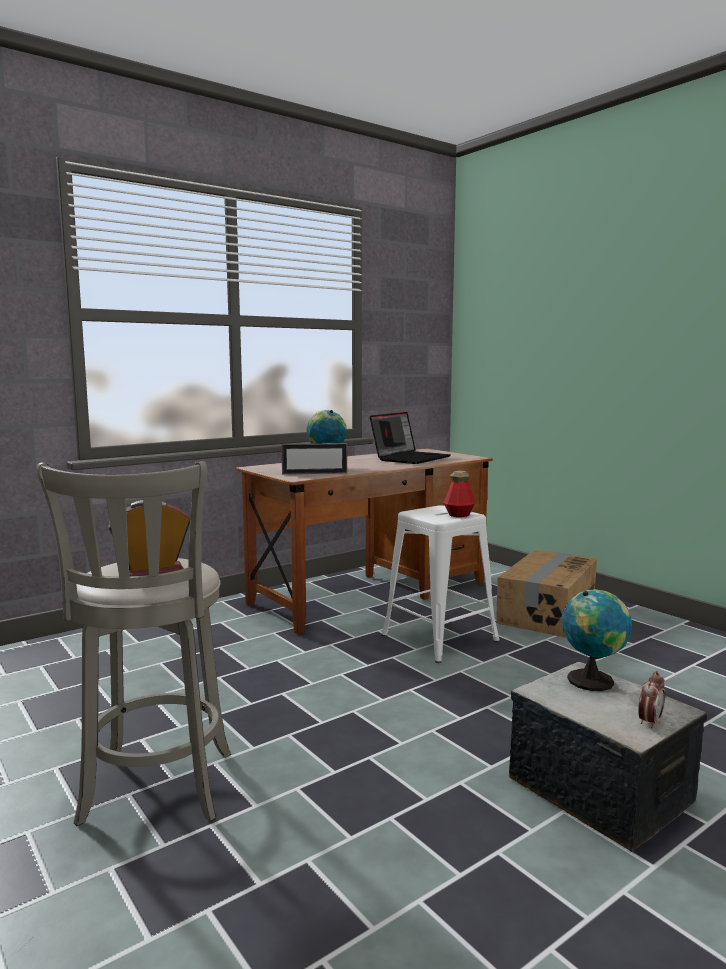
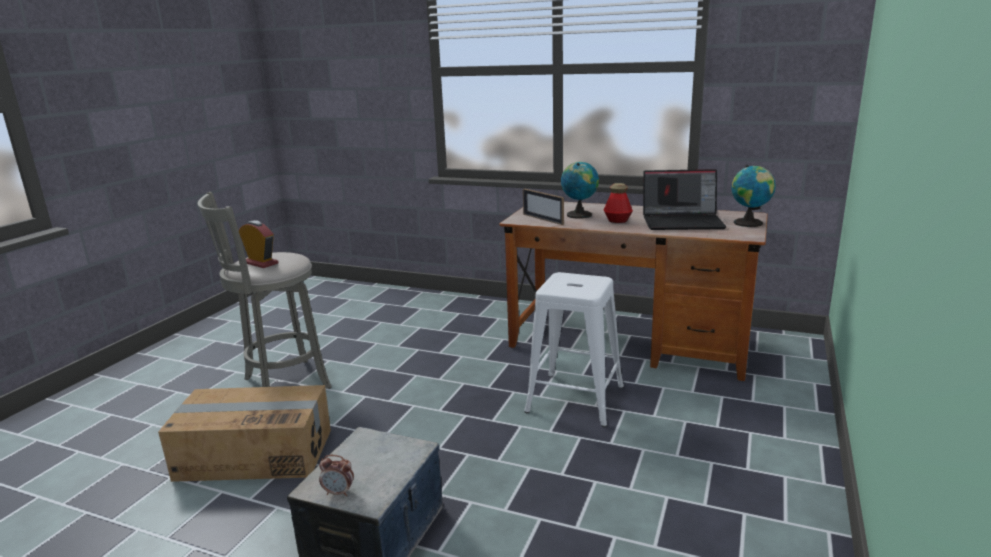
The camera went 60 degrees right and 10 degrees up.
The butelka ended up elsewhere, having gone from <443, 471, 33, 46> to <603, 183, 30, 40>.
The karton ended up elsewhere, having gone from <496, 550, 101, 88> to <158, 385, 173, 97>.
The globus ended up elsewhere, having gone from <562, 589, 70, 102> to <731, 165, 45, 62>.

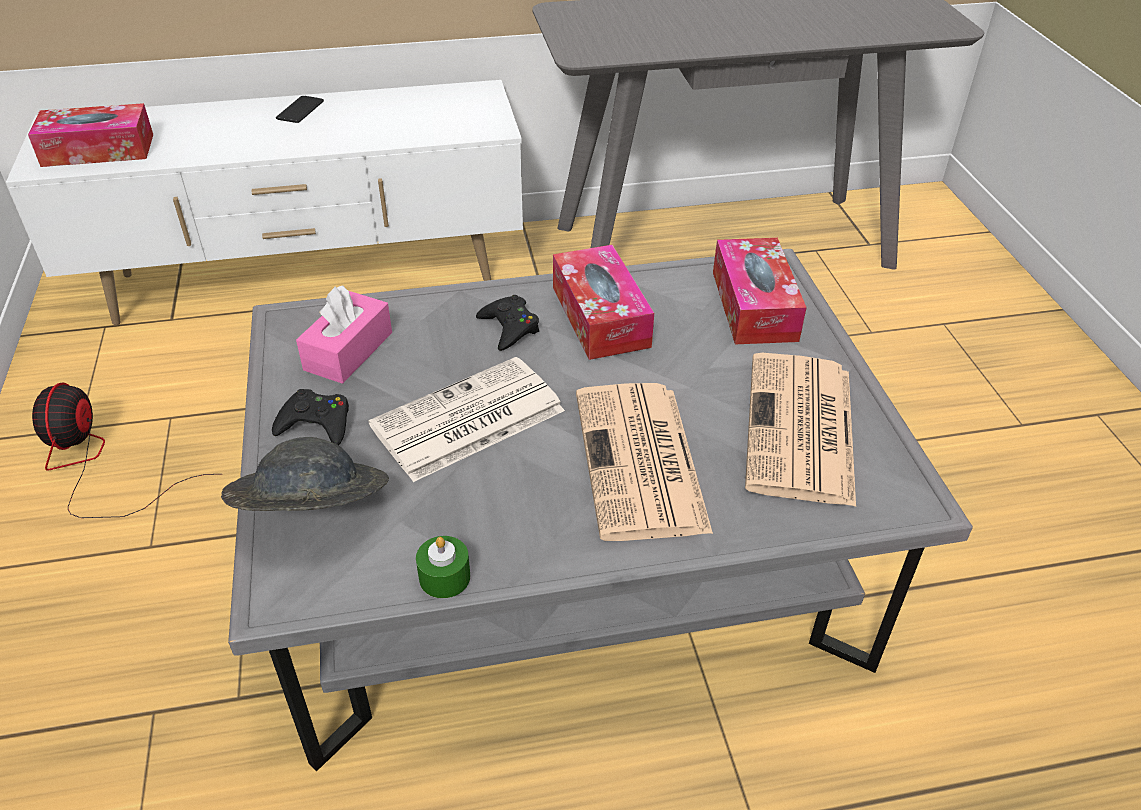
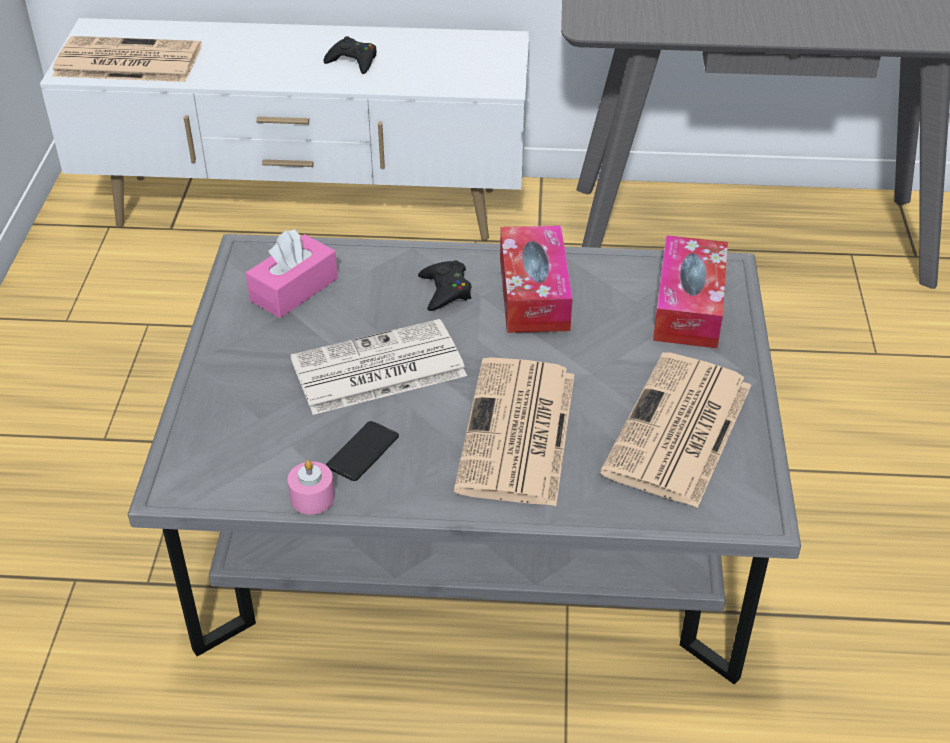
The camera went 15 degrees right and 0 degrees up.
The telefon ended up elsewhere, having gone from <276, 96, 48, 27> to <326, 421, 73, 60>.
Where the pudełko chusteczek stood at <28, 103, 125, 64>, the gazeta came to stand at <52, 36, 150, 46>.
The second view lost the wentylator at <32, 383, 186, 135>.
The pad do gier (czarny) ended up elsewhere, having gone from <272, 389, 77, 56> to <324, 36, 52, 38>.
The second view lost the kapelusz (szary) at <221, 437, 168, 74>.
What was the świeca (zielony) at <416, 536, 54, 62> turned into the świeca (różowy) at <288, 460, 47, 54>.

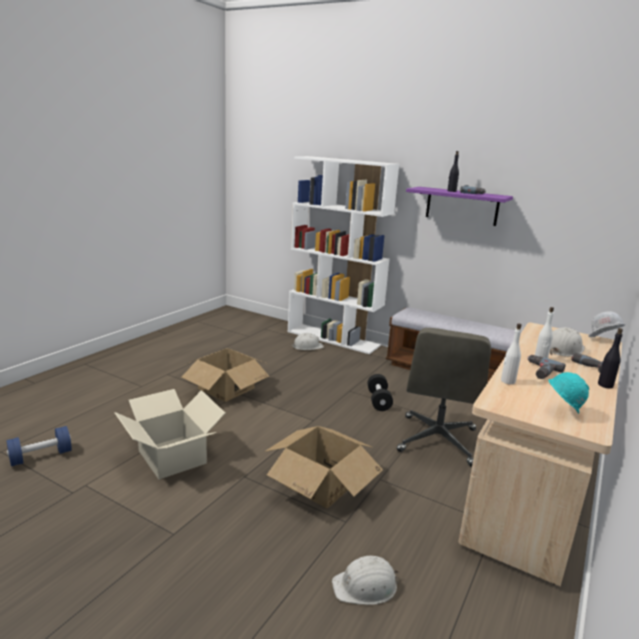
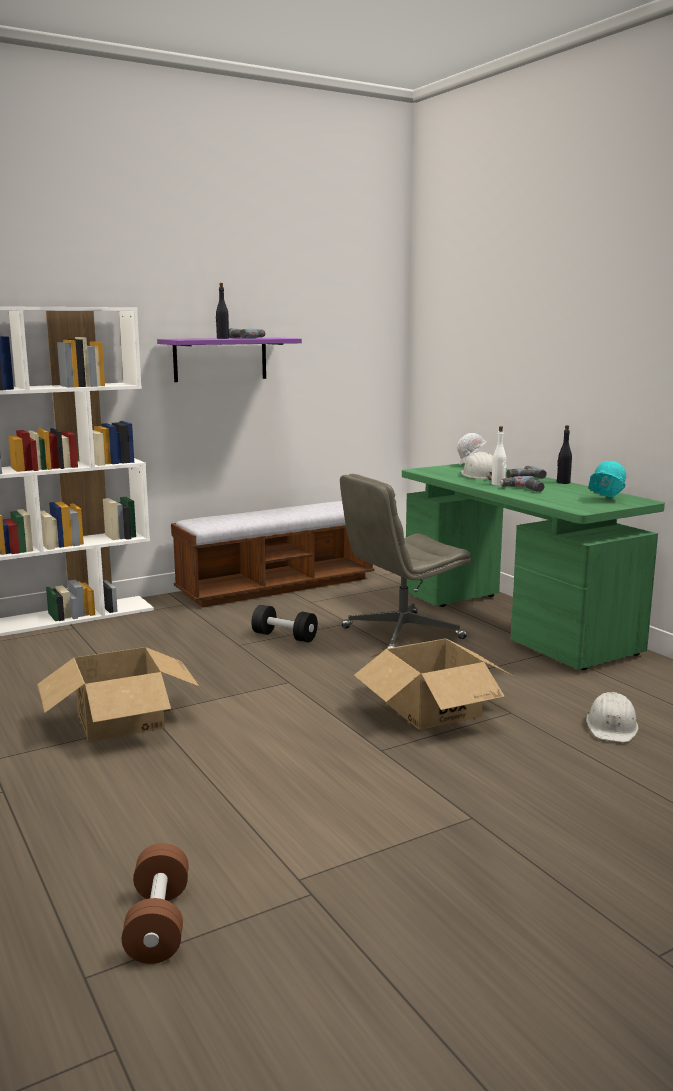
The camera went 60 degrees left and 5 degrees down.
What was the biurko (beżowy) at <458, 322, 164, 265> turned into the biurko (zielony) at <402, 463, 263, 207>.
The second view lost the butelka (biały) at <501, 323, 21, 62>.
The krzesło biurowe (szary) at <397, 328, 94, 139> ended up facing another way, 105 degrees clockwise from before.
The second view lost the kask (biały) at <292, 333, 32, 17>.
The second view lost the karton at <114, 389, 111, 91>.
What was the hantel (niebieski) at <6, 426, 66, 40> turned into the hantel (brązowy) at <122, 843, 67, 121>.

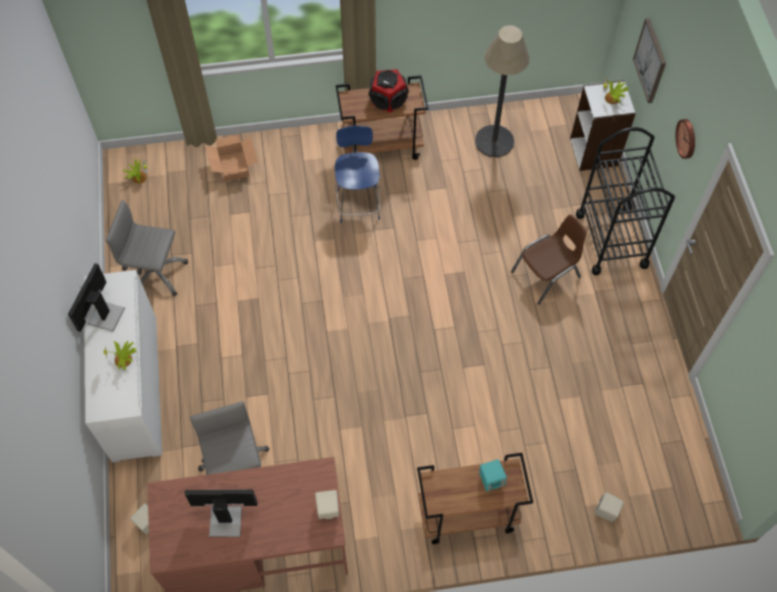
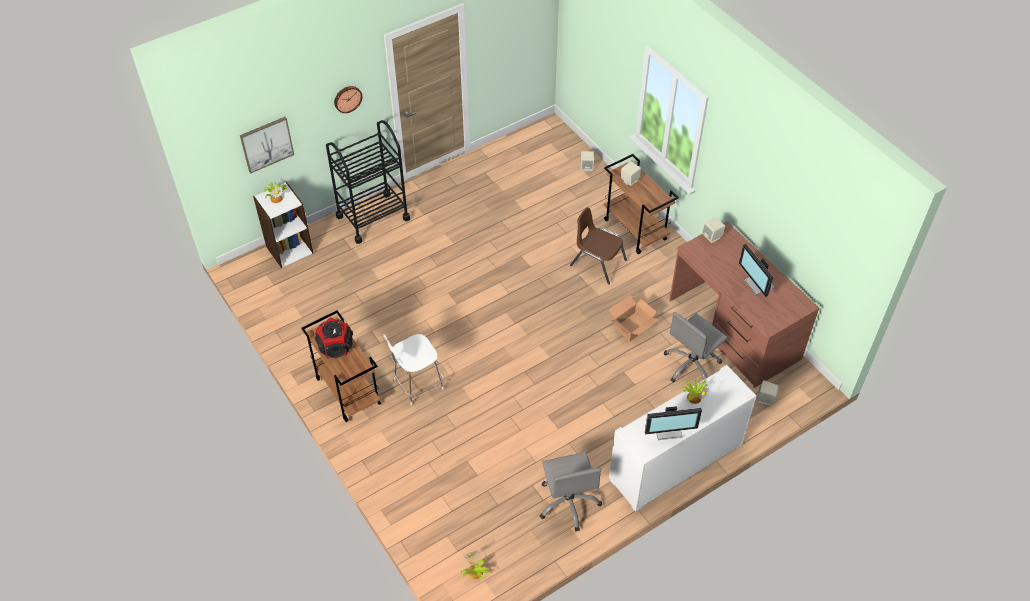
The camera went 115 degrees left and 10 degrees down.
The second view lost the lampa stojąca at <475, 25, 55, 132>.
What was the krzesło (niebieski) at <335, 126, 45, 97> turned into the krzesło (biały) at <383, 334, 61, 71>.
The karton ended up elsewhere, having gone from <206, 135, 52, 47> to <609, 295, 50, 46>.
The krzesło (brązowy) ended up elsewhere, having gone from <511, 214, 76, 91> to <570, 207, 57, 78>.
What was the głośnik (turkusowy) at <479, 459, 28, 32> turned into the głośnik (beżowy) at <621, 161, 20, 25>.

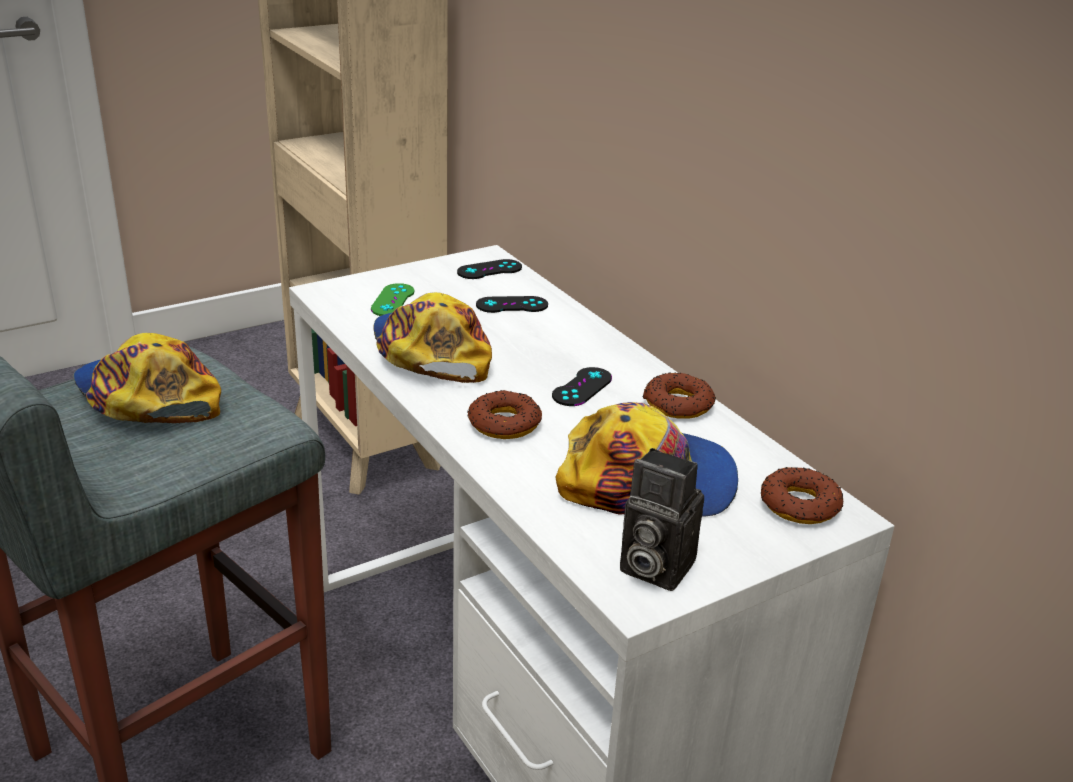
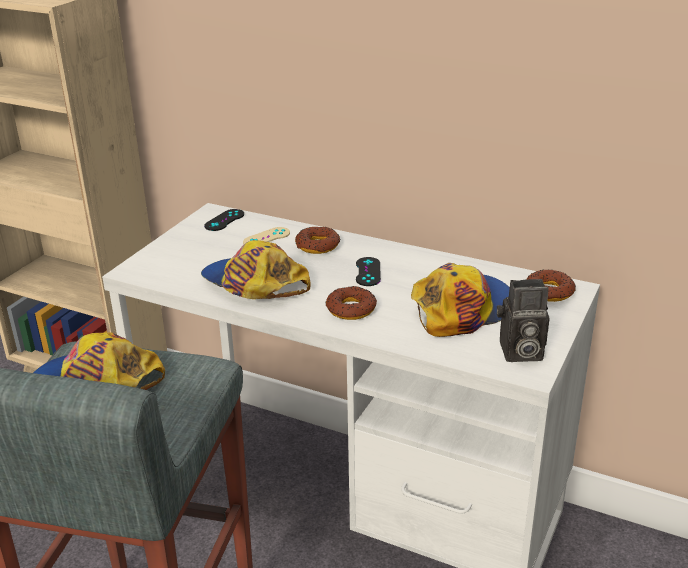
The camera went 30 degrees left and 0 degrees up.
The second view lost the pad do gier (zielony) at <371, 283, 43, 33>.
What was the pad do gier (czarny) at <476, 296, 72, 17> turned into the pad do gier (beżowy) at <243, 227, 47, 17>.
The donut ended up elsewhere, having gone from <642, 373, 74, 46> to <295, 227, 45, 27>.

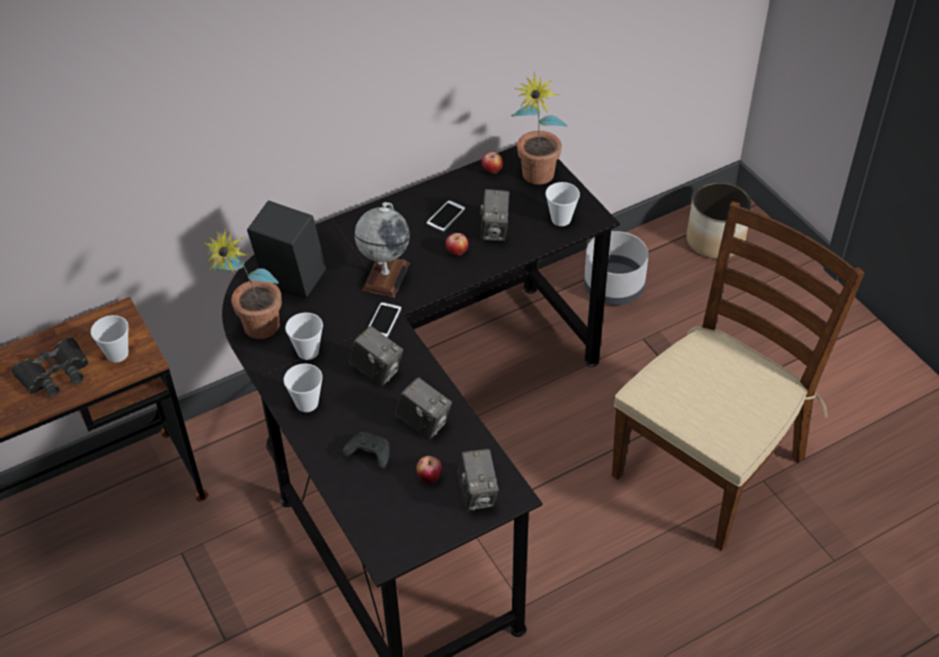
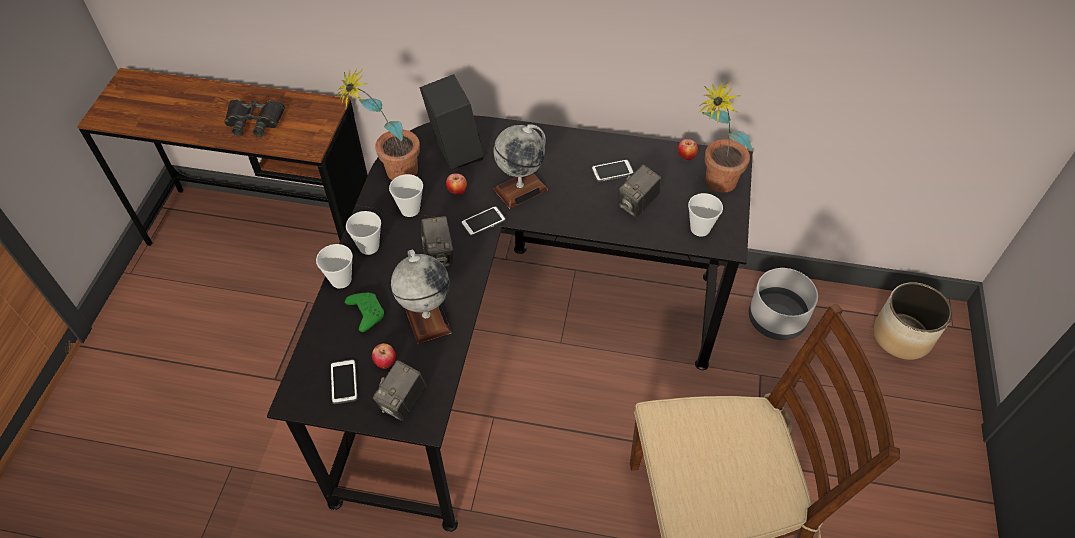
The camera went 40 degrees right and 5 degrees up.
The jabłko ended up elsewhere, having gone from <445, 233, 23, 23> to <446, 173, 21, 22>.
The filiżanka ended up elsewhere, having gone from <91, 315, 38, 48> to <316, 244, 37, 45>.
Where the aparat fotograficzny stood at <395, 377, 57, 63>, the globus came to stand at <391, 249, 61, 95>.
What was the pad do gier (czarny) at <343, 432, 46, 37> turned into the pad do gier (zielony) at <345, 292, 39, 40>.
The second view gained the telefon at <330, 359, 28, 45>.

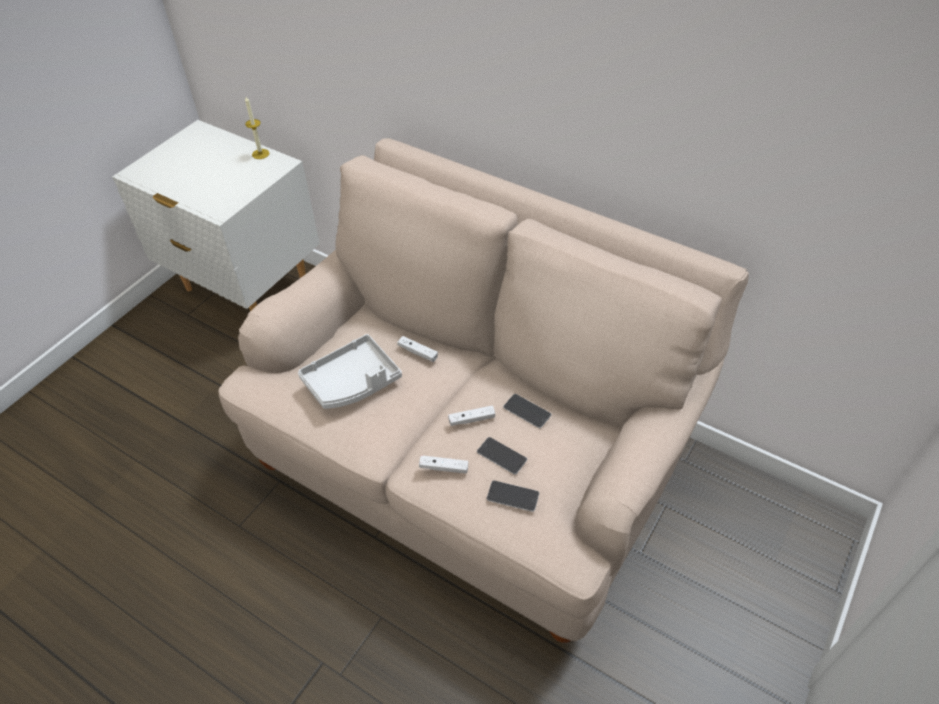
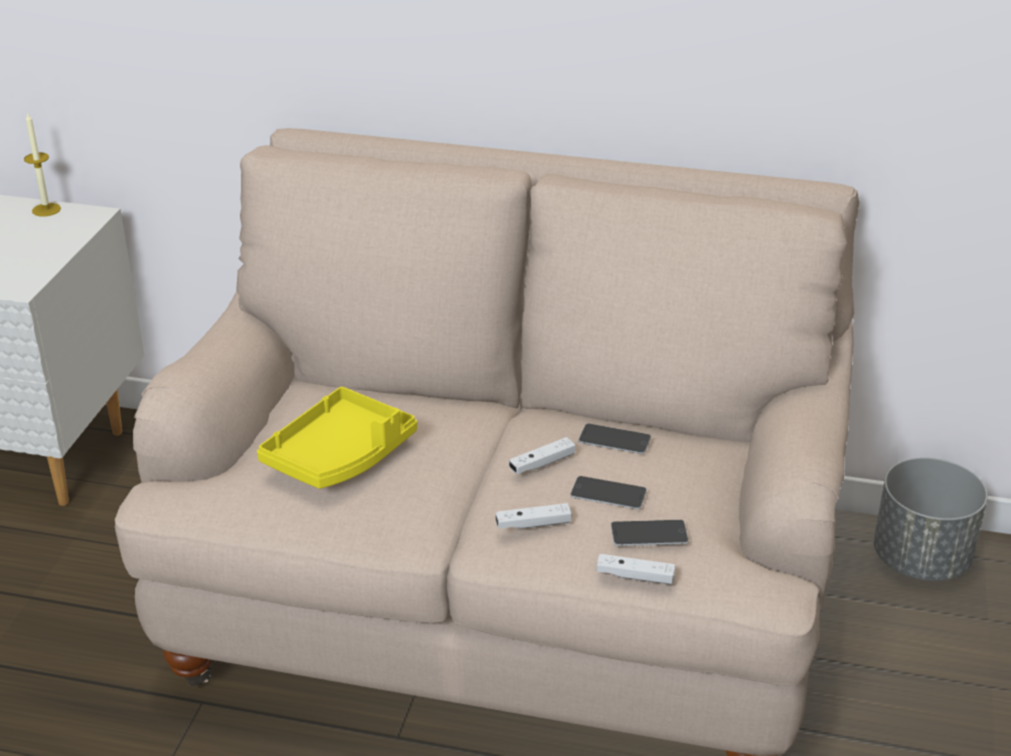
The camera went 20 degrees left and 15 degrees down.
What was the taca (szary) at <298, 334, 104, 75> turned into the taca (żółty) at <257, 387, 160, 102>.
The pad do gier (biały) ended up elsewhere, having gone from <397, 336, 41, 26> to <596, 554, 79, 31>.
The second view gained the donica (szary) at <874, 458, 114, 123>.

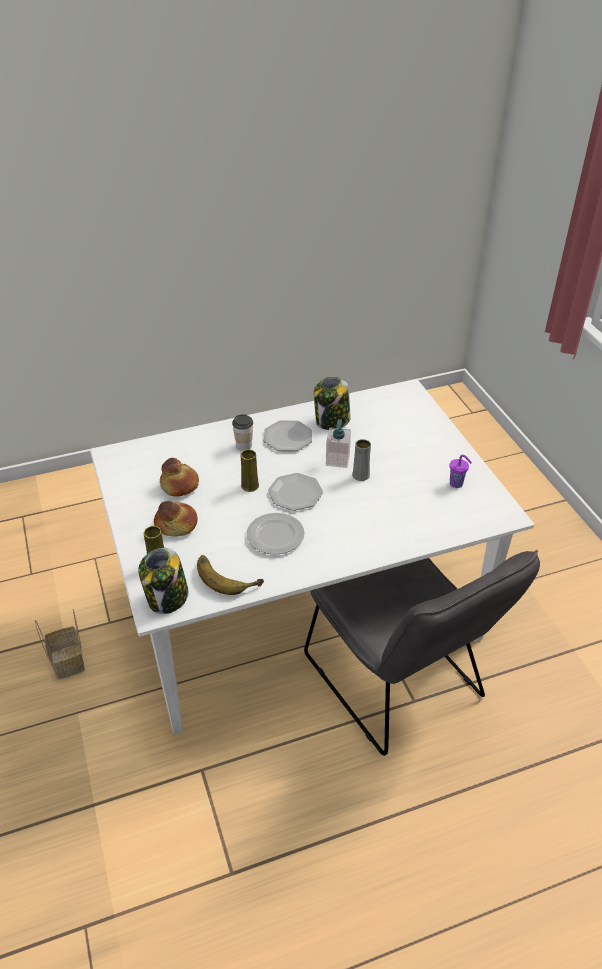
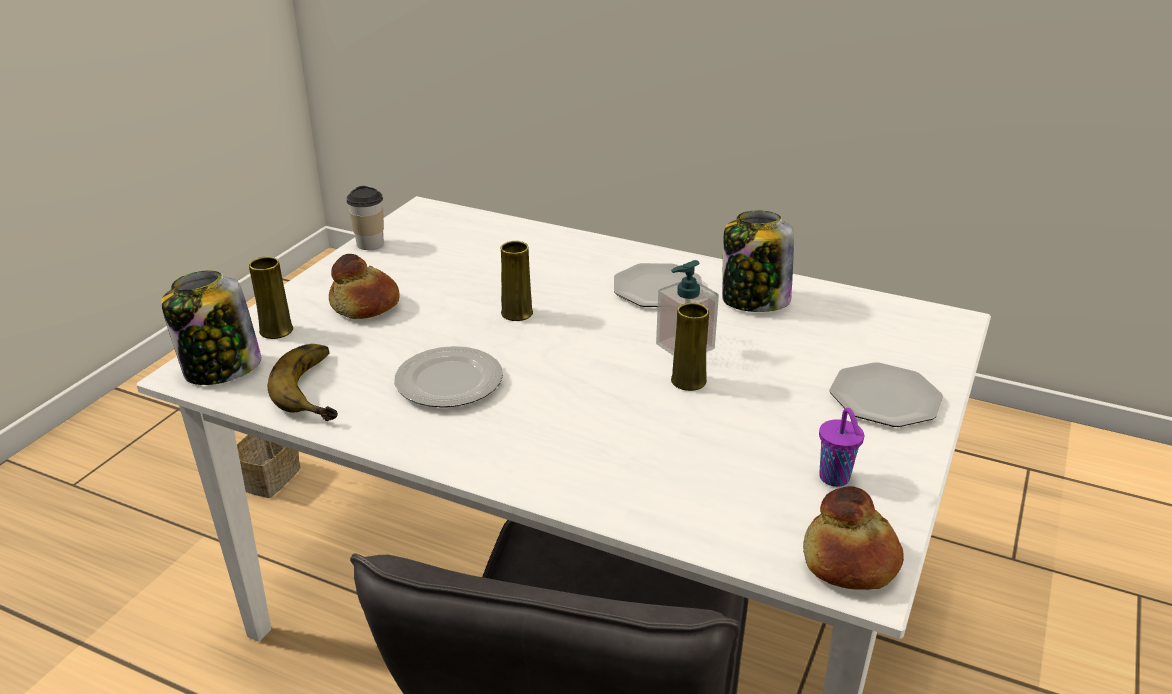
The camera went 45 degrees right and 10 degrees down.
The filiżanka ended up elsewhere, having gone from <232, 414, 21, 37> to <347, 186, 37, 64>.
What was the wazon (szary) at <352, 439, 19, 42> turned into the wazon (żółty) at <671, 303, 38, 88>.
The chleb ended up elsewhere, having gone from <160, 458, 39, 39> to <803, 486, 101, 104>.
The talerz ended up elsewhere, having gone from <268, 473, 55, 38> to <829, 362, 114, 65>.

